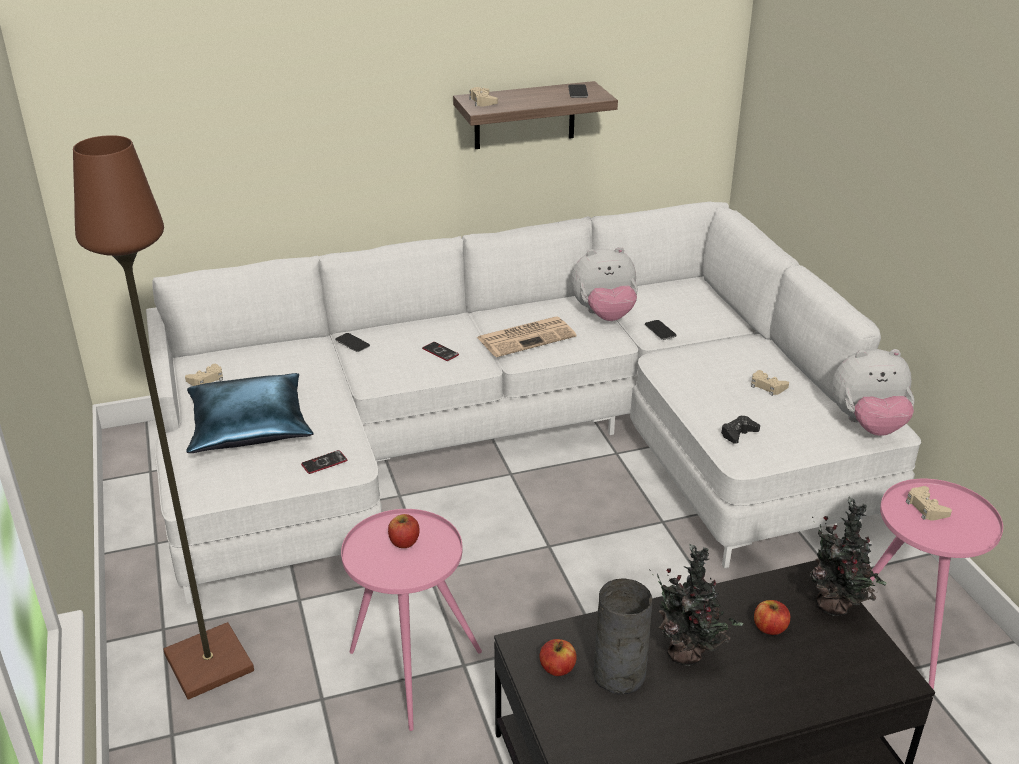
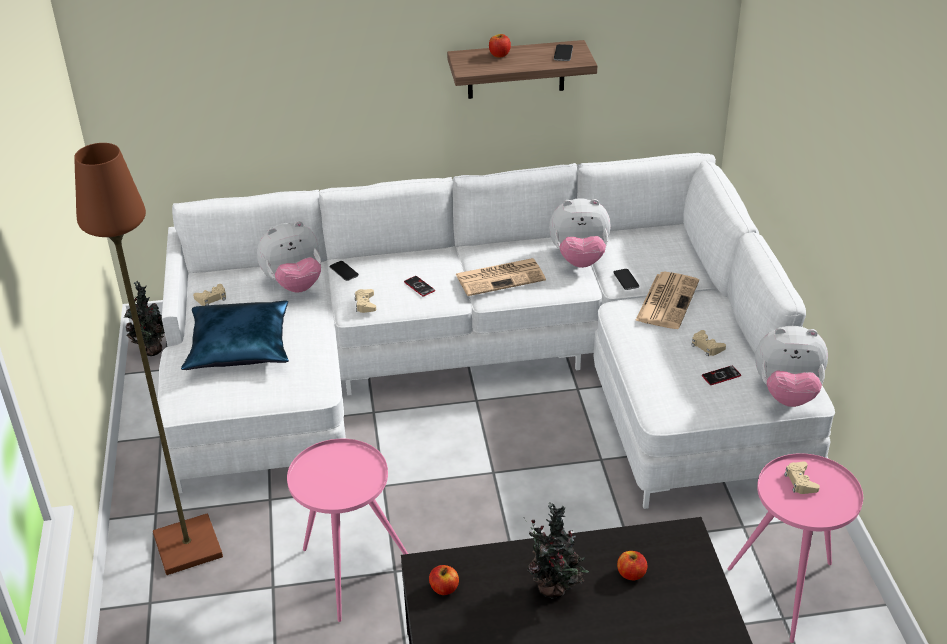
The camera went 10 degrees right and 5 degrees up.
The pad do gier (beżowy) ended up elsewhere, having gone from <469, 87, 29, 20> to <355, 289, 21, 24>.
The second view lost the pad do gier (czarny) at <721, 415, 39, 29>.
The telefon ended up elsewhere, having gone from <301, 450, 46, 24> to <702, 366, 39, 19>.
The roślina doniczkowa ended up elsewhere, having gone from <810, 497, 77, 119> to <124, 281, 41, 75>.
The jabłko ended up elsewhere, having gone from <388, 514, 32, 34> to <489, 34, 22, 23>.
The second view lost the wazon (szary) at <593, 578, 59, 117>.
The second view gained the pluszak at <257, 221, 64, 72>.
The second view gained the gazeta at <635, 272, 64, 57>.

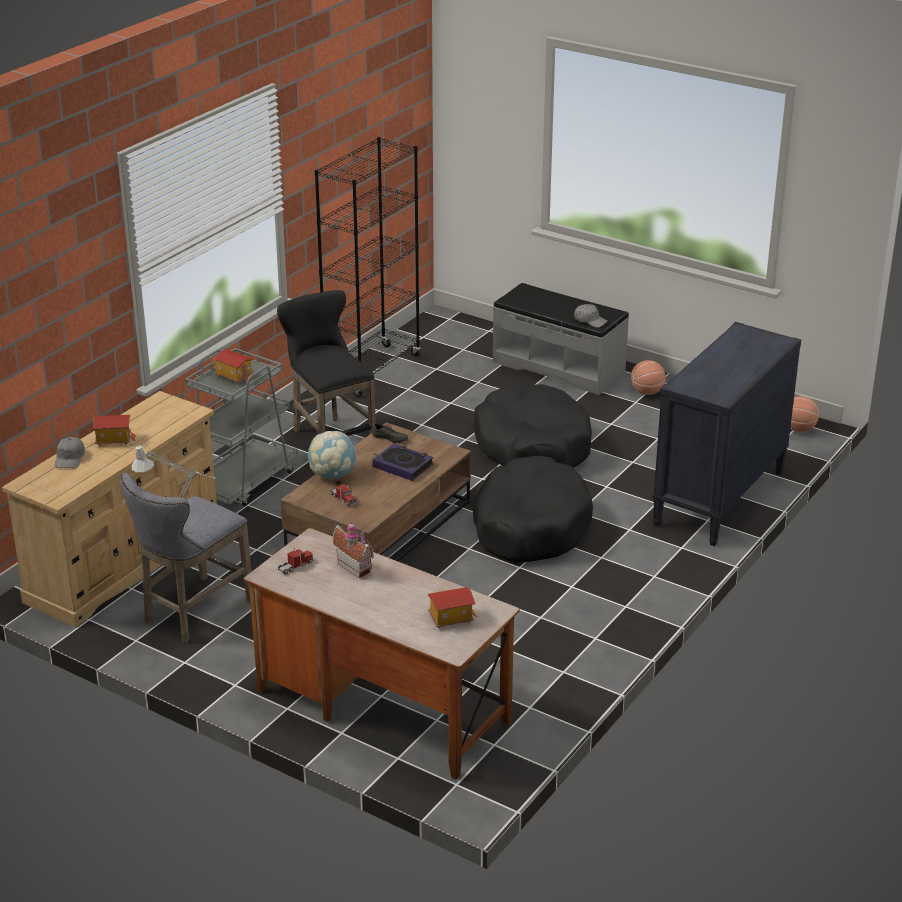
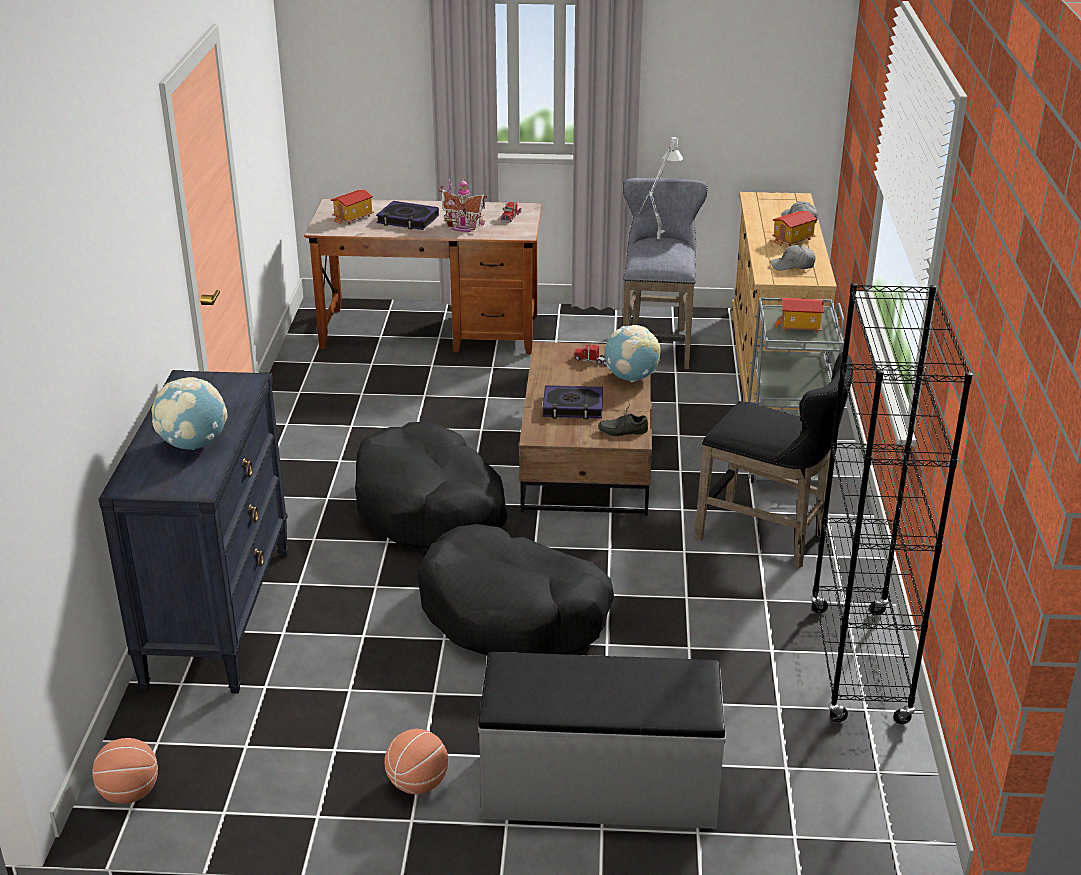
The camera went 150 degrees right and 0 degrees up.
The czapka z daszkiem (szary) ended up elsewhere, having gone from <574, 304, 33, 24> to <770, 245, 46, 26>.
The second view gained the książka at <376, 201, 63, 29>.
The second view gained the globus at <151, 377, 77, 73>.

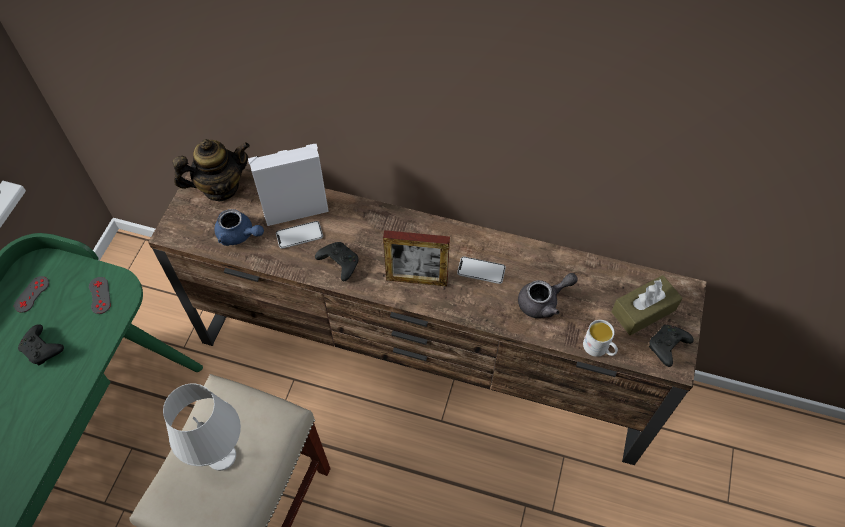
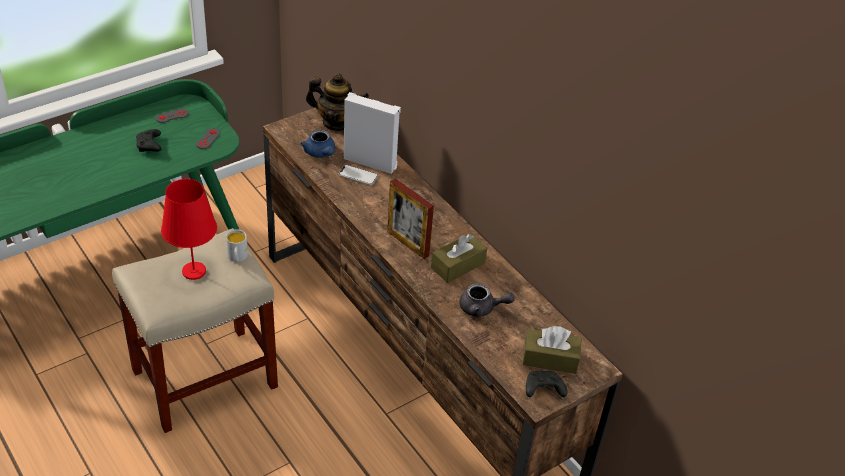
The camera went 35 degrees right and 15 degrees down.
The second view lost the pad do gier (czarny) at <315, 242, 44, 39>.
Where the telefon stood at <457, 256, 49, 28>, the pudełko chusteczek (brązowy) came to stand at <431, 233, 56, 50>.
The kubek (biały) ended up elsewhere, having gone from <583, 320, 35, 37> to <226, 230, 22, 32>.
What was the lampa stołowa (biały) at <163, 383, 78, 88> turned into the lampa stołowa (czerwony) at <161, 179, 56, 101>.

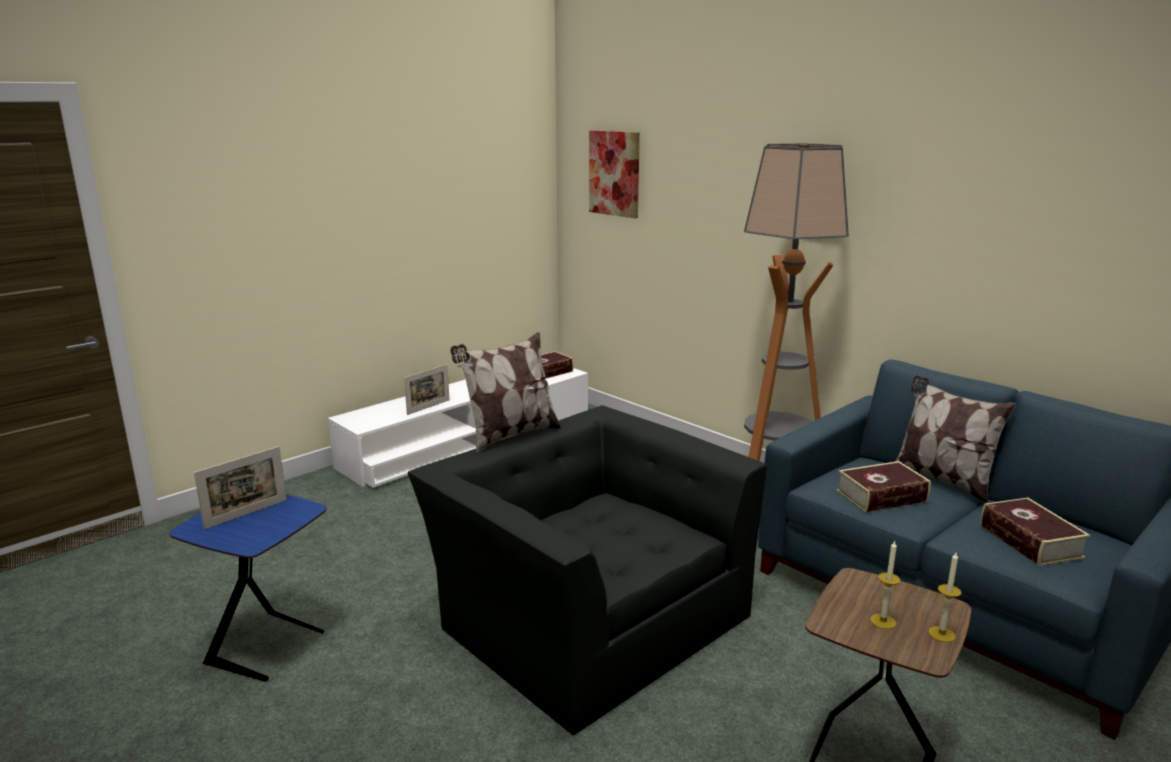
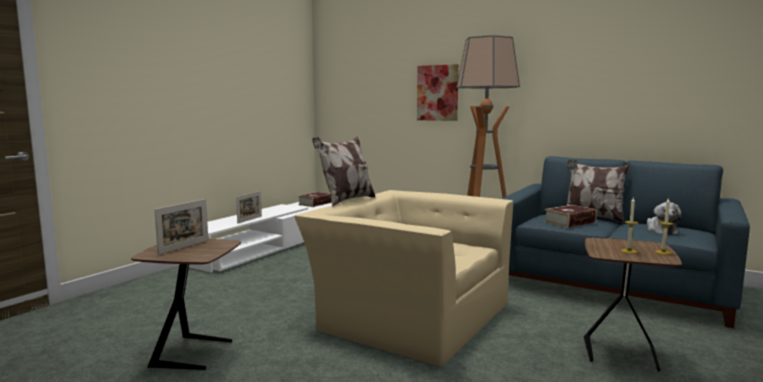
The camera went 15 degrees left and 10 degrees down.
The obraz ended up elsewhere, having gone from <589, 130, 51, 88> to <417, 64, 42, 57>.
What was the fotel (czarny) at <408, 405, 359, 330> turned into the fotel (beżowy) at <294, 190, 219, 177>.
What was the stolik (niebieski) at <169, 494, 158, 188> turned into the stolik (brązowy) at <131, 239, 110, 131>.
Where the książka stood at <981, 498, 110, 68>, the pluszak came to stand at <647, 202, 35, 32>.

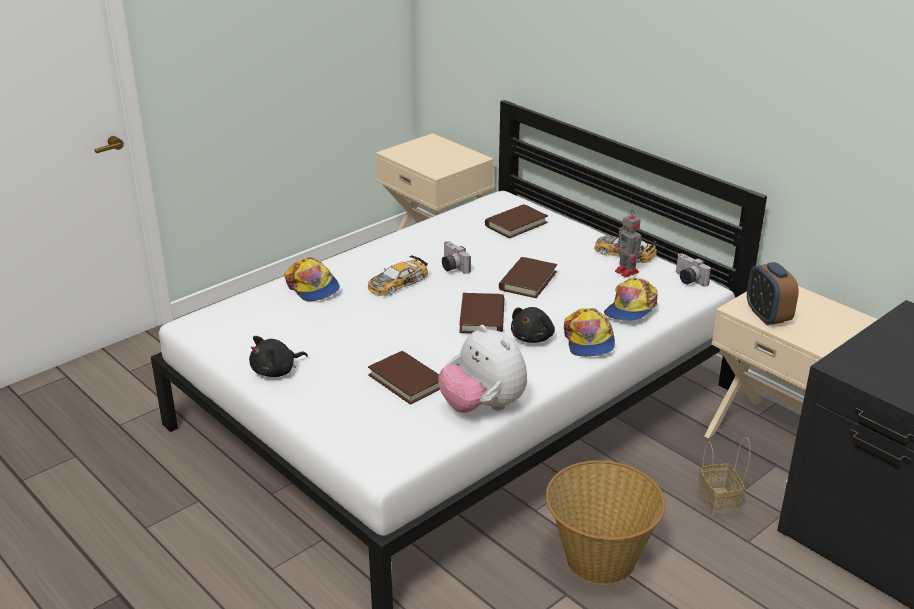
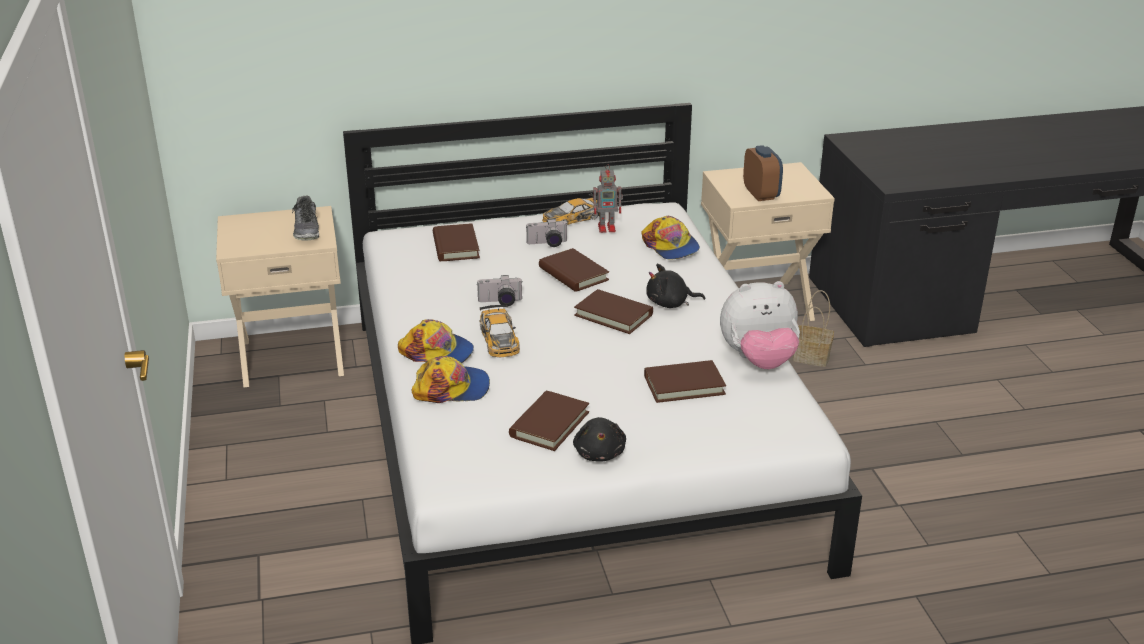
The camera went 60 degrees left and 0 degrees up.
The aparat fotograficzny ended up elsewhere, having gone from <676, 253, 35, 34> to <526, 219, 41, 28>.
The budzik at <747, 262, 52, 63> ended up facing another way, 120 degrees counterclockwise from before.
The pluszak (czarny) at <511, 307, 44, 36> ended up facing another way, 120 degrees clockwise from before.
The czapka z daszkiem ended up elsewhere, having gone from <564, 308, 51, 49> to <398, 319, 76, 44>.
The second view lost the koszyk at <546, 460, 119, 125>.
The second view gained the but at <292, 196, 27, 45>.
The second view gained the książka (brązowy) at <509, 391, 80, 60>.

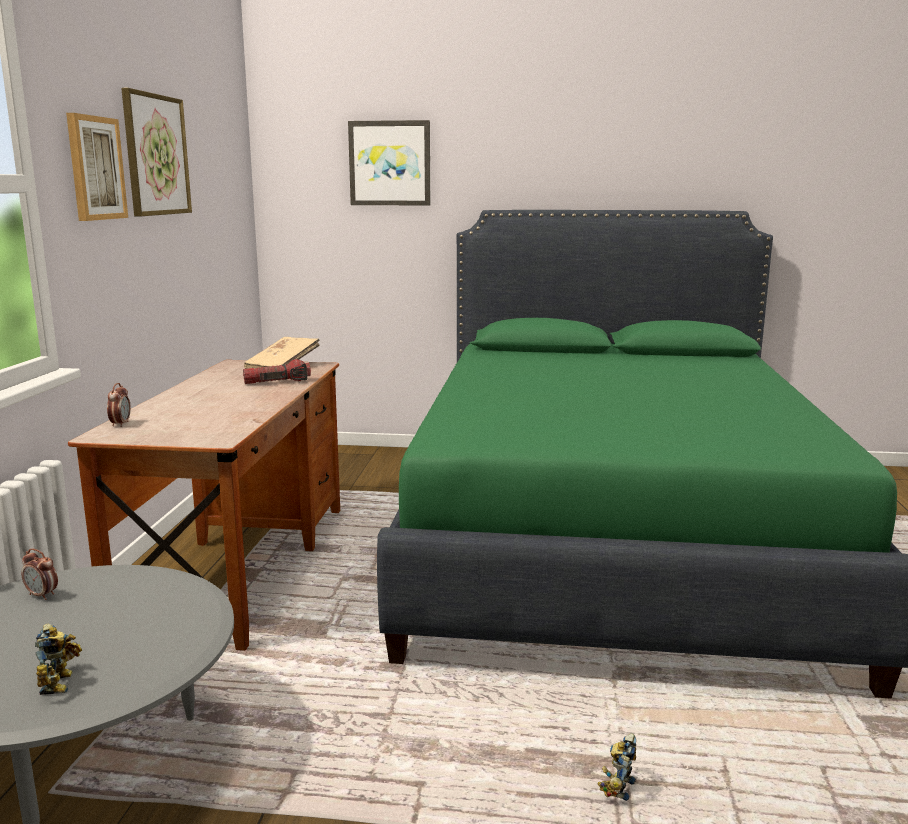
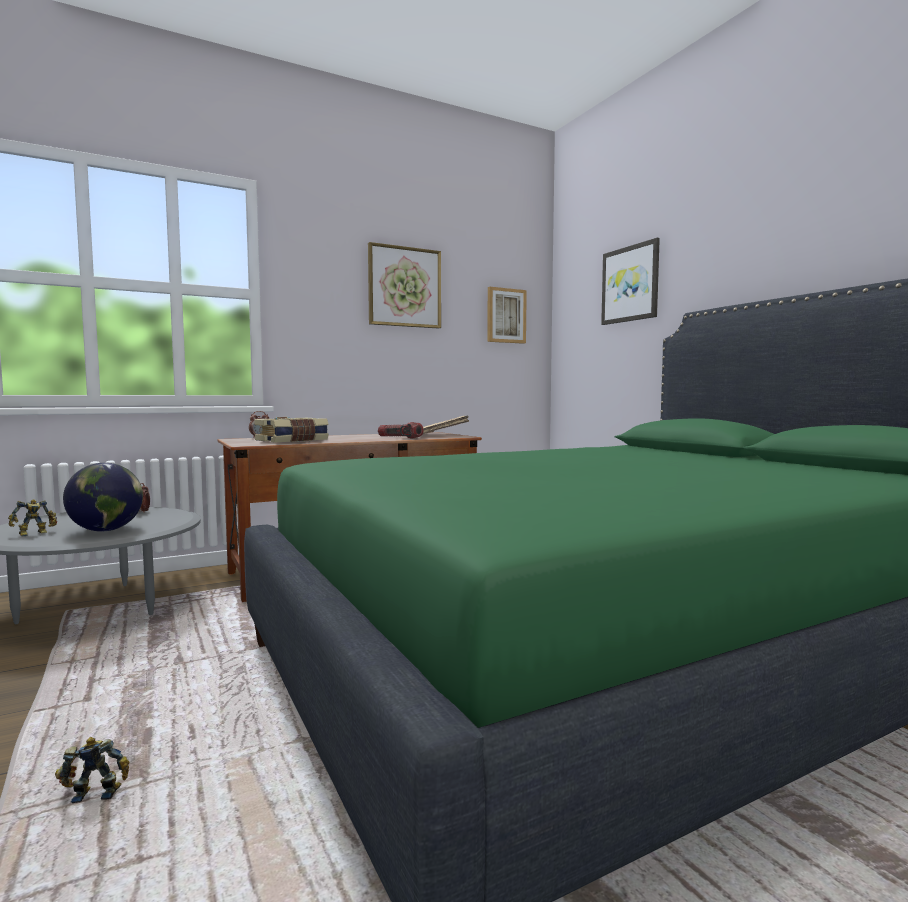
The camera went 55 degrees right and 10 degrees down.
The obraz ended up elsewhere, having gone from <66, 113, 62, 108> to <487, 287, 40, 57>.
The second view gained the książka at <254, 417, 75, 26>.
The second view gained the globus at <63, 463, 80, 69>.

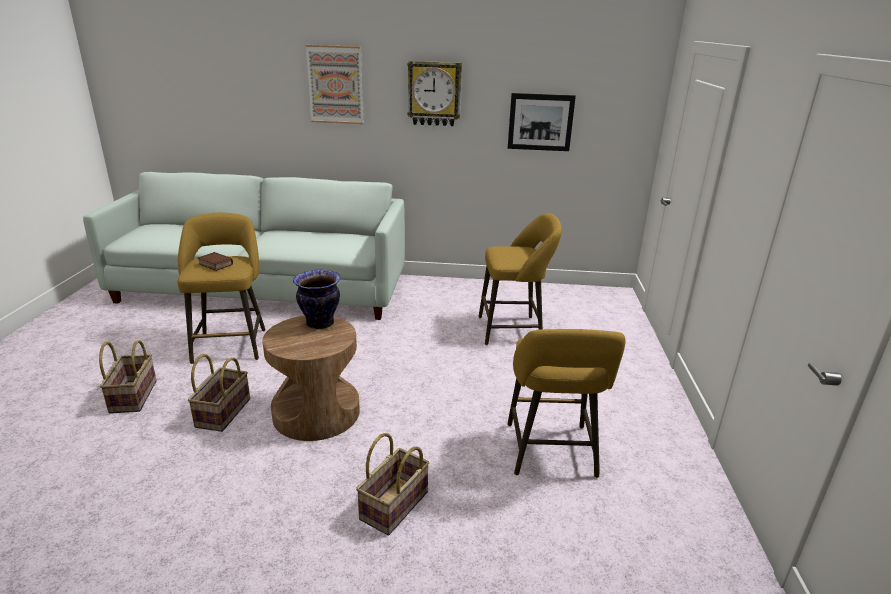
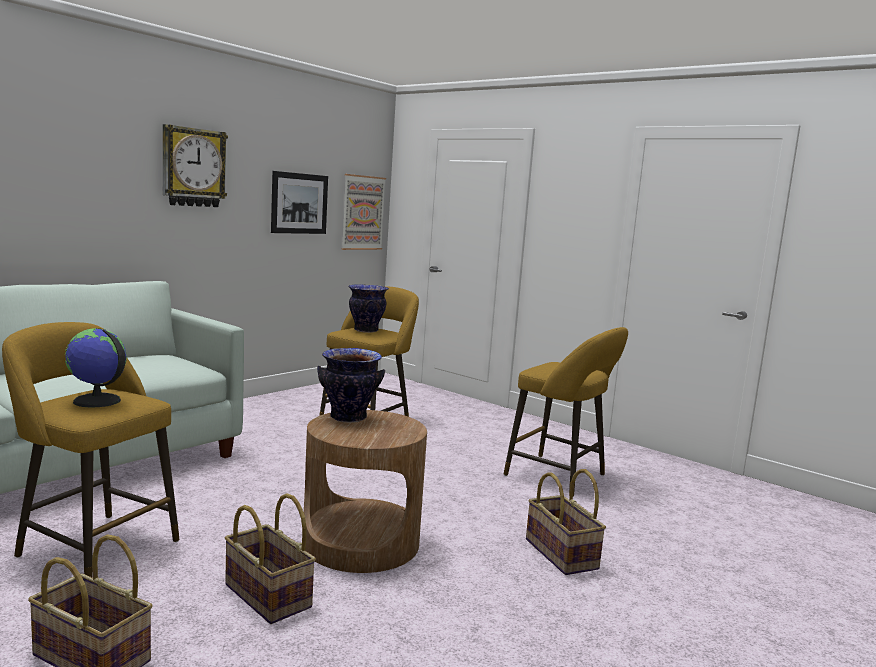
The camera went 55 degrees left and 15 degrees down.
The obraz ended up elsewhere, having gone from <305, 45, 59, 79> to <341, 174, 45, 76>.
Where the książka stood at <197, 252, 36, 19>, the globus came to stand at <65, 328, 62, 79>.
The second view gained the wazon at <348, 284, 41, 49>.

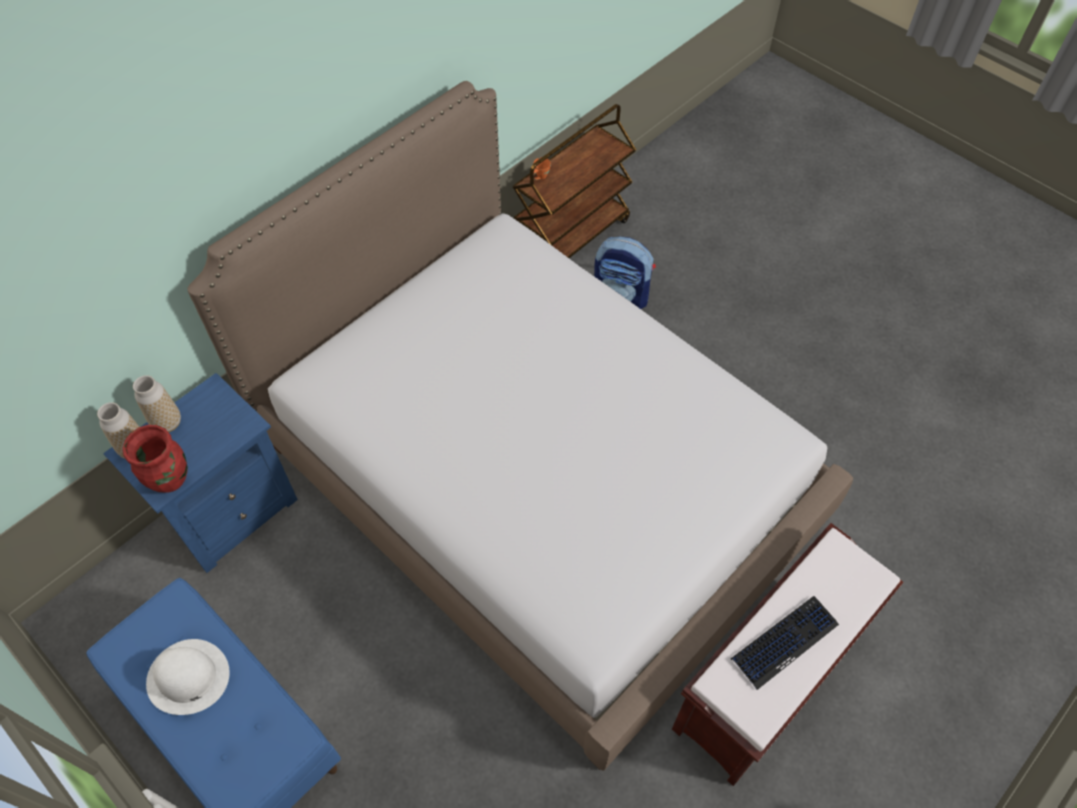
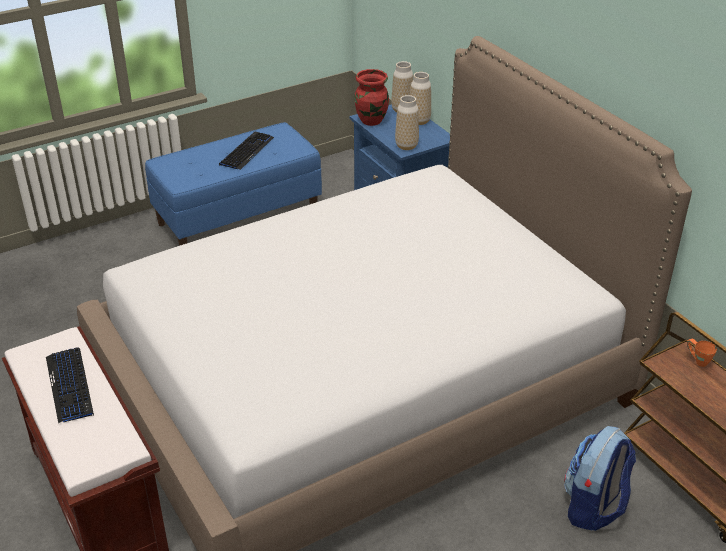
The camera went 105 degrees right and 20 degrees down.
Where the kapelusz (biały) stood at <146, 639, 84, 76>, the klawiatura came to stand at <219, 132, 55, 38>.
The second view gained the wazon at <395, 95, 24, 55>.

